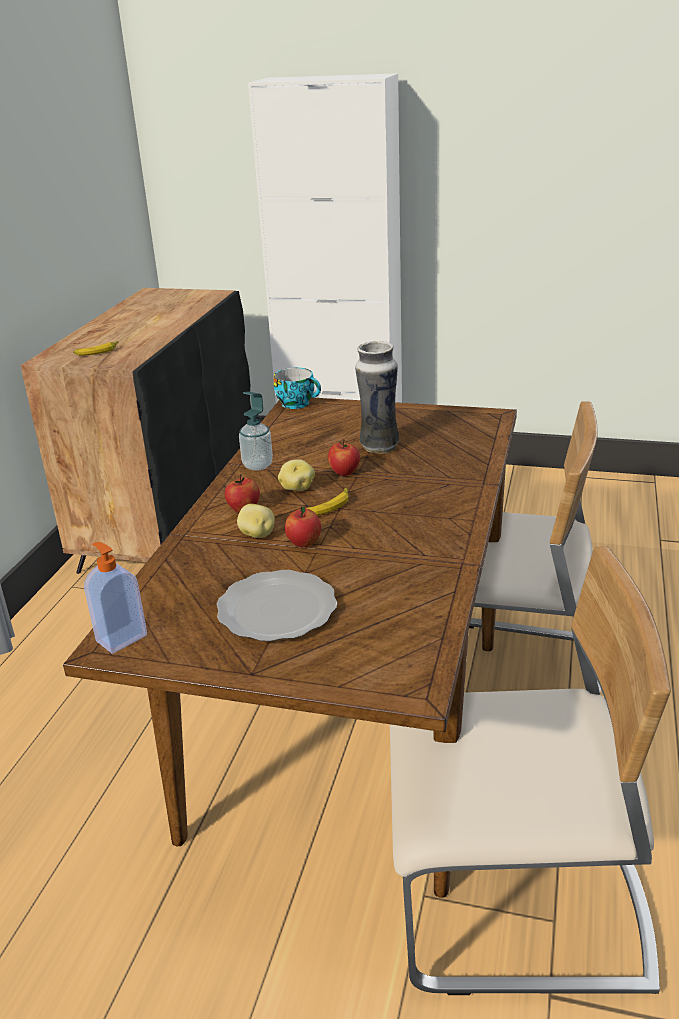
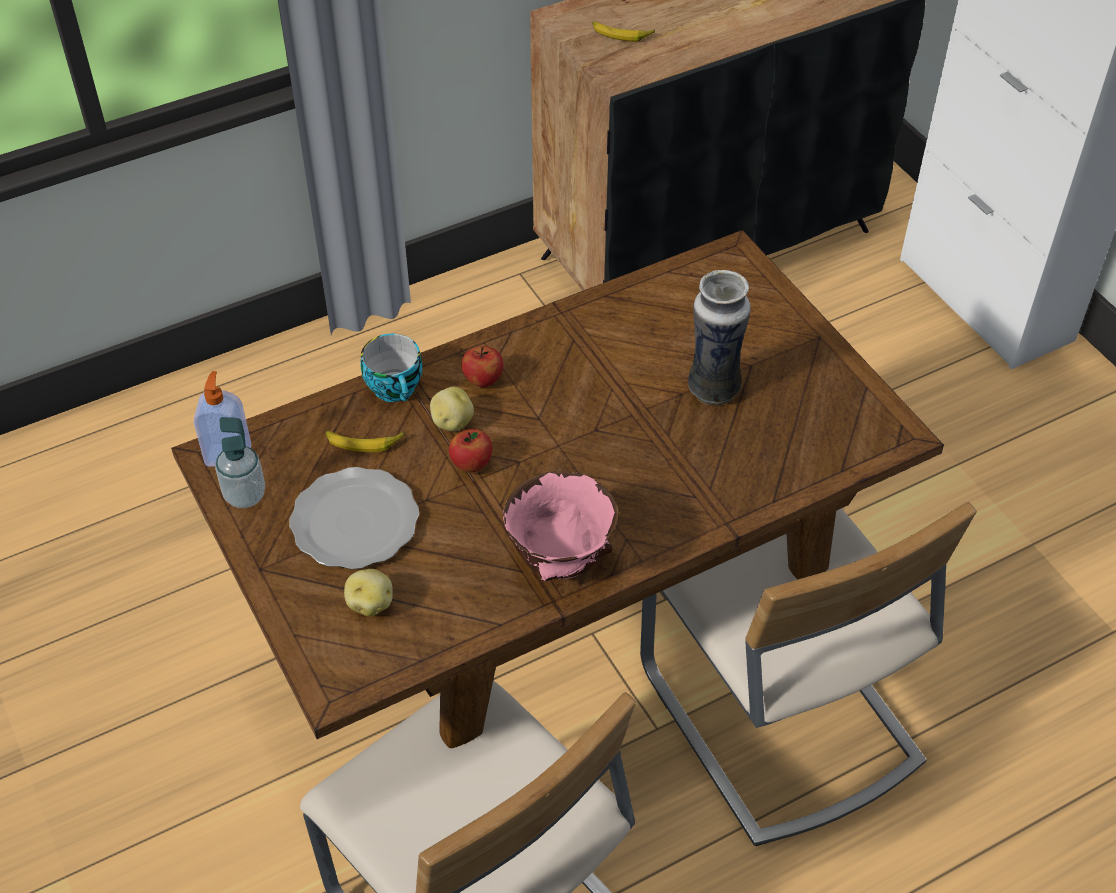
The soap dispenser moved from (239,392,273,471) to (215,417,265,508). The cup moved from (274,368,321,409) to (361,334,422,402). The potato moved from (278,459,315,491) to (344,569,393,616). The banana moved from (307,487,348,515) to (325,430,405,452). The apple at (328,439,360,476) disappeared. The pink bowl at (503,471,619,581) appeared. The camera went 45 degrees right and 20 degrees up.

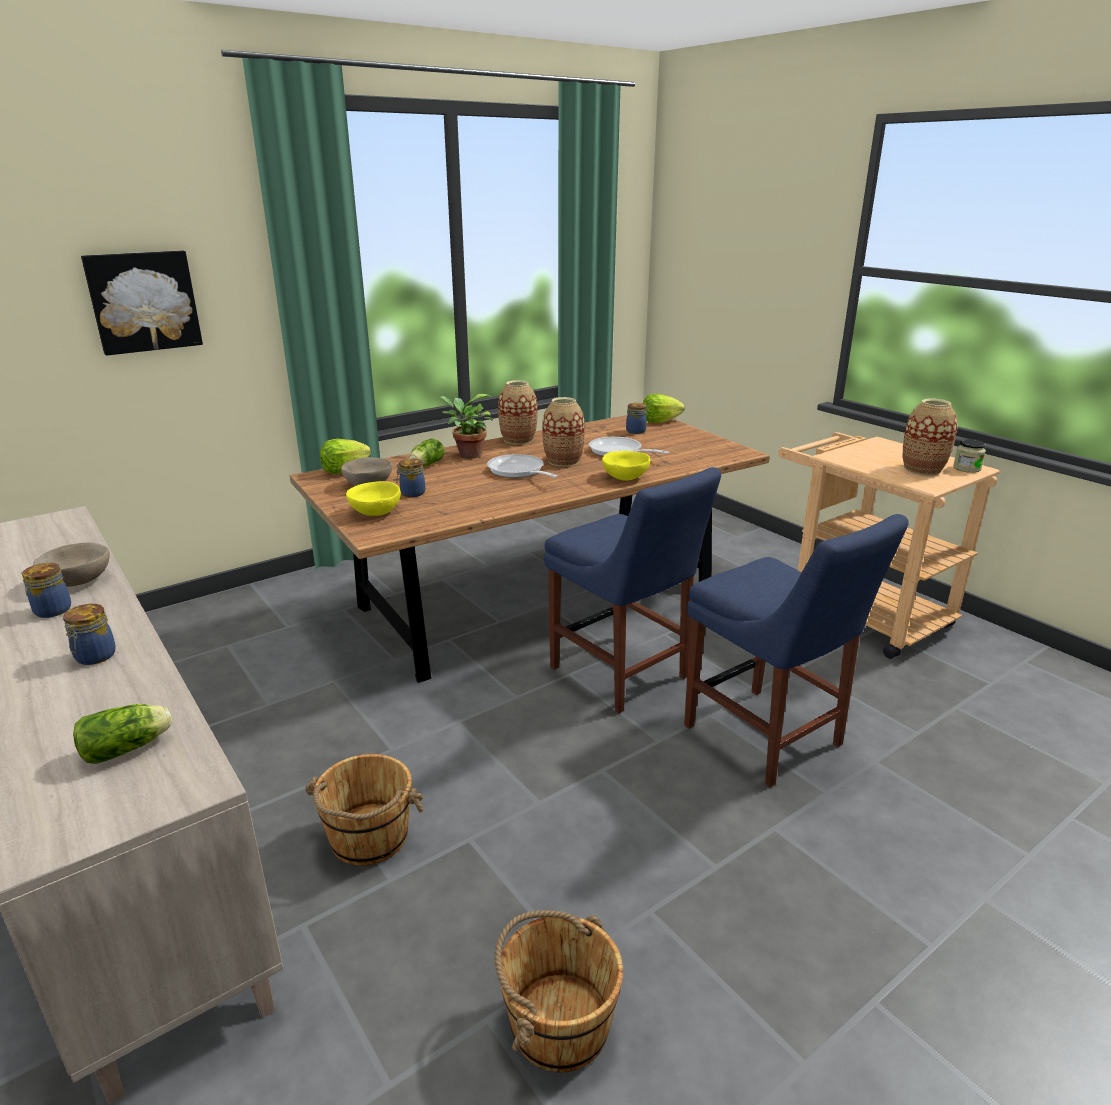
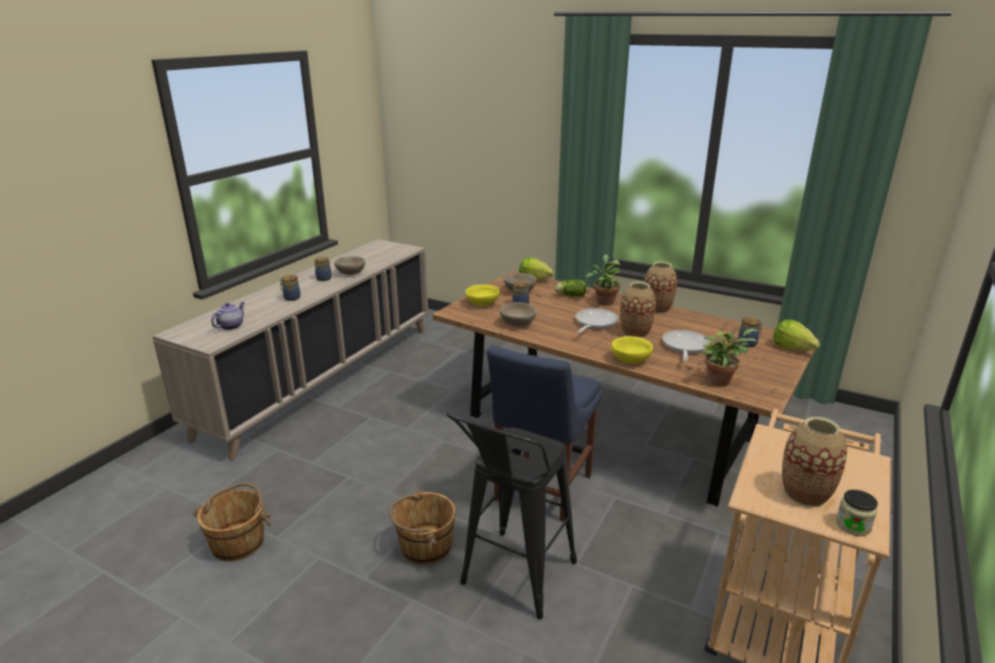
The lettuce at (73,704,172,764) was replaced by the teapot at (211,302,245,330). The picture at (81,251,203,356) disappeared. The brown bucket moved from (305,754,424,866) to (389,490,456,565). The blue chair at (684,514,909,788) was replaced by the black stool at (446,412,577,619). The beige bowl at (500,302,536,326) appeared. The potted plant at (702,329,757,386) appeared. The camera went 65 degrees right and 0 degrees up.

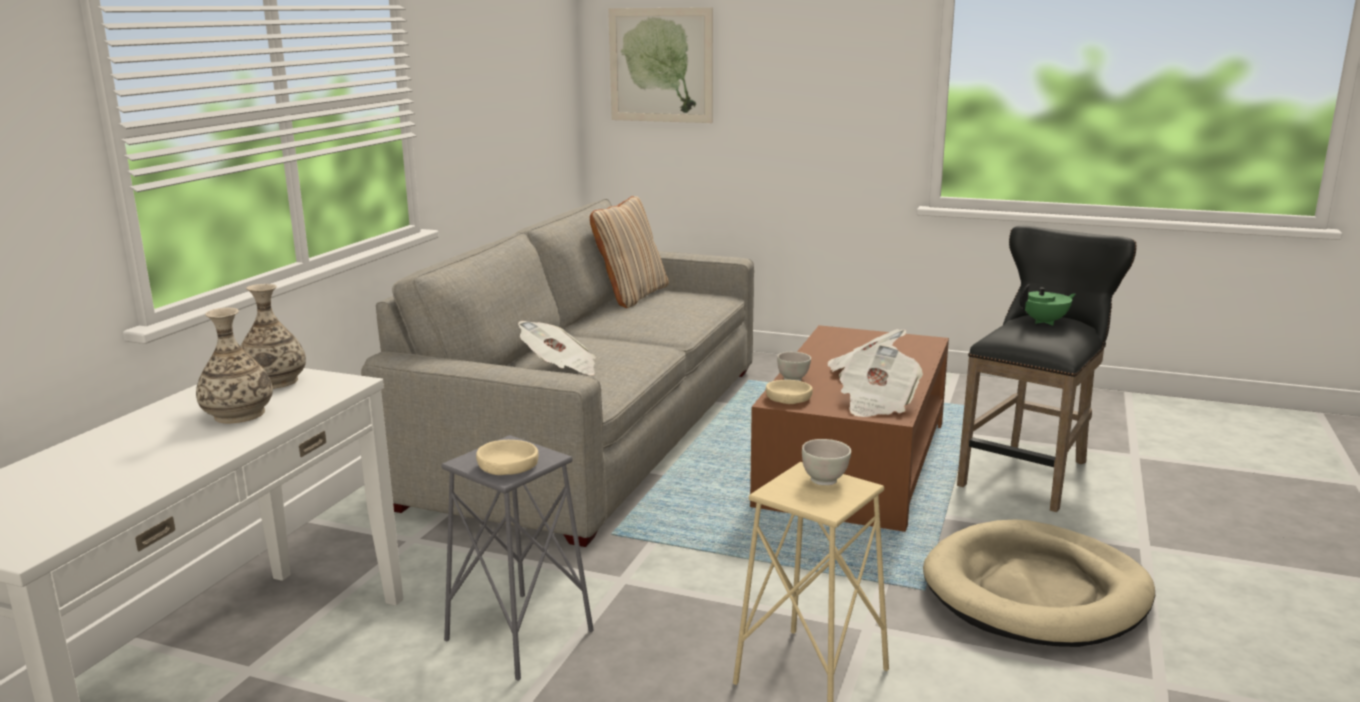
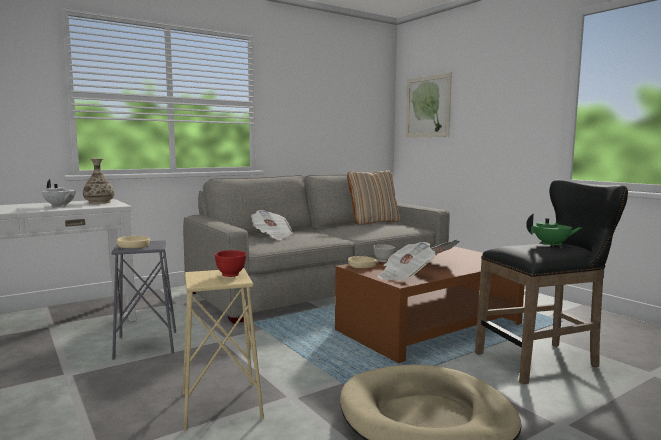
The vase at (196,308,273,423) was replaced by the white teapot at (42,180,76,207). The white bowl at (802,439,851,485) became the red bowl at (215,250,247,277). The camera went 35 degrees right and 10 degrees down.

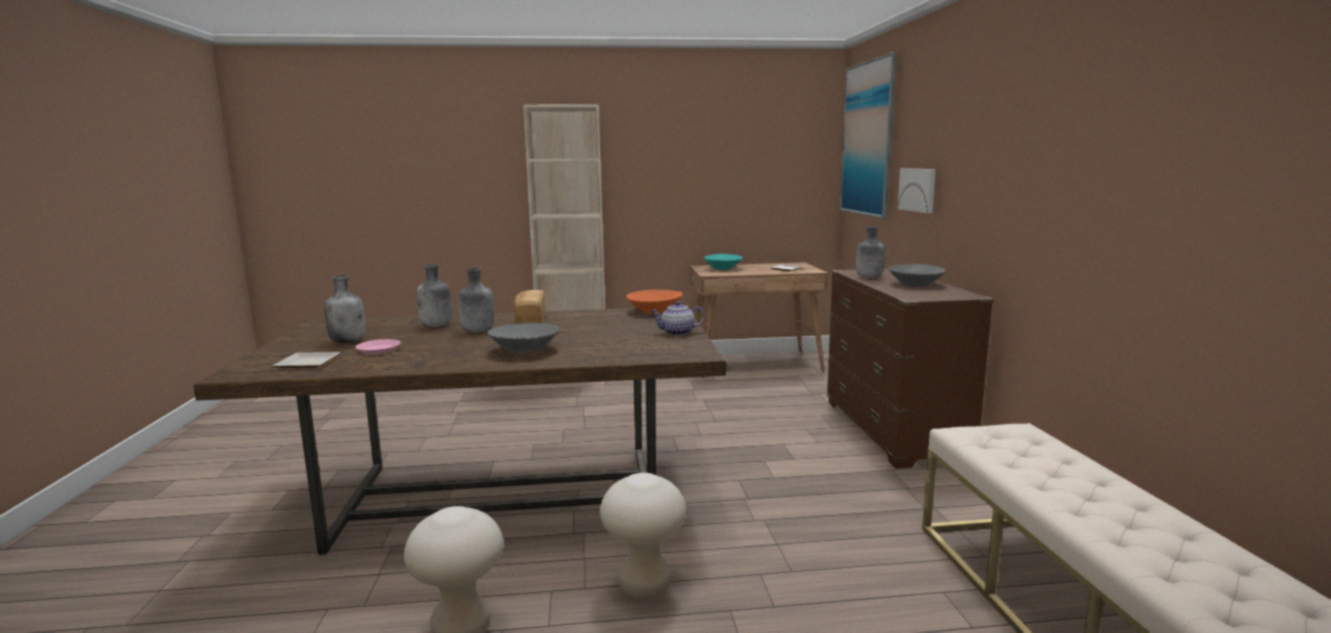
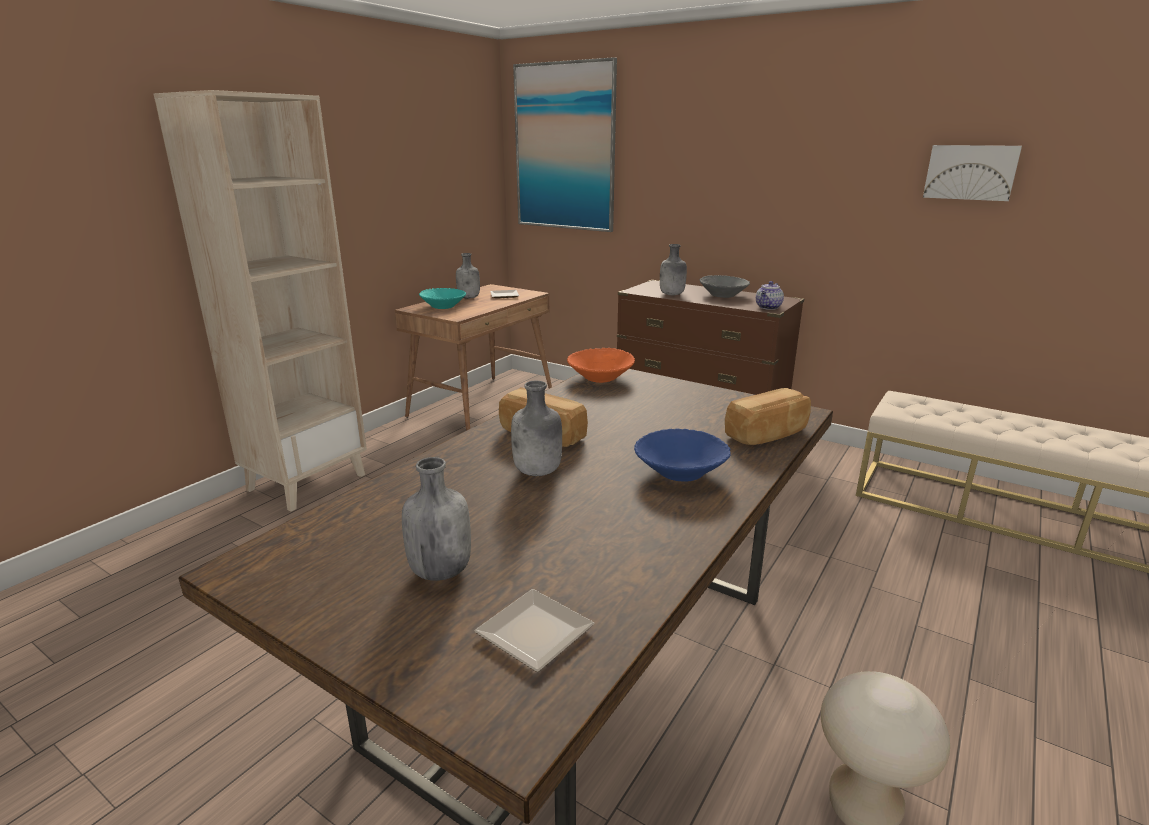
The pink plate at (355,339,401,354) disappeared. The grey bottle moved from (416,264,452,327) to (456,253,480,299). The grey bowl at (487,323,559,353) became the blue bowl at (634,428,731,481). The beige stool at (600,473,686,599) disappeared. The teapot moved from (651,301,705,335) to (756,281,784,310). The picture moved from (898,169,936,213) to (923,145,1022,201). The bread at (725,388,811,445) appeared. The camera went 50 degrees left and 10 degrees up.

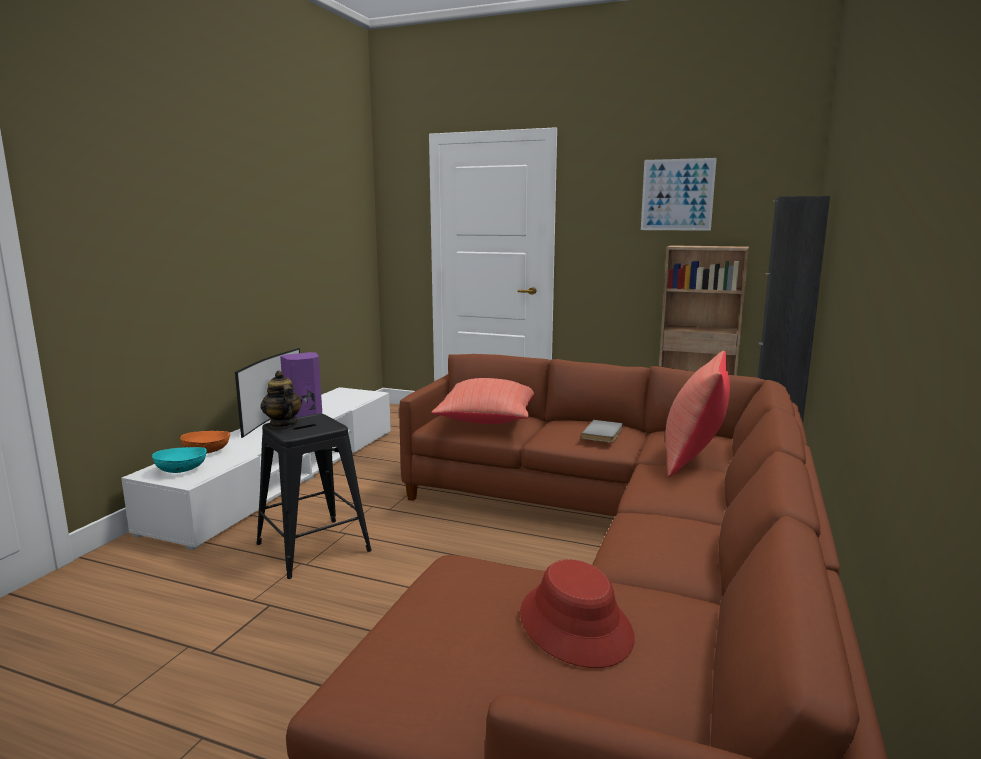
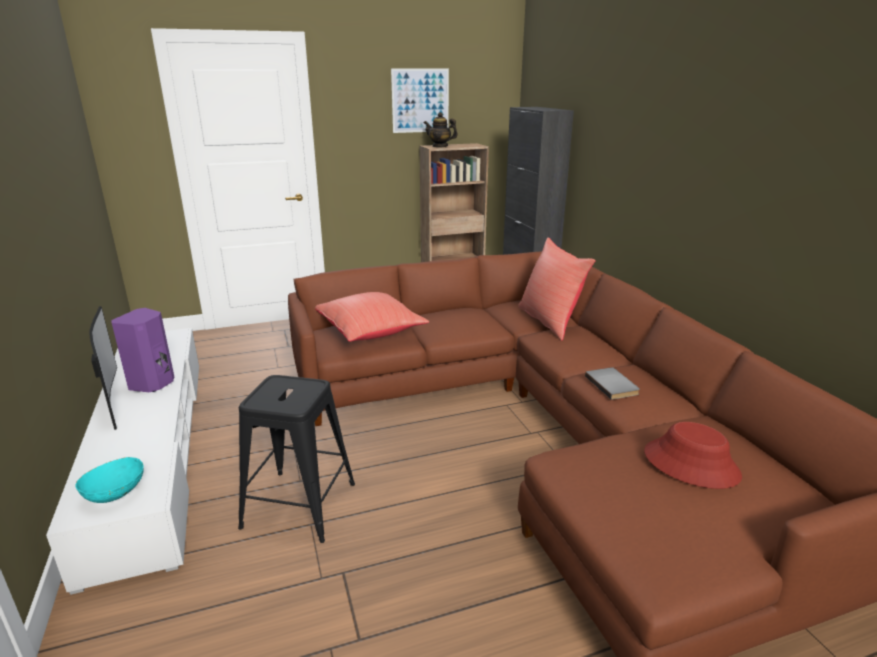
The orange bowl at (180,431,230,454) disappeared. The teapot moved from (261,371,302,428) to (424,112,458,147). The grey book moved from (581,420,623,443) to (585,367,640,400). The camera went 40 degrees left and 10 degrees up.

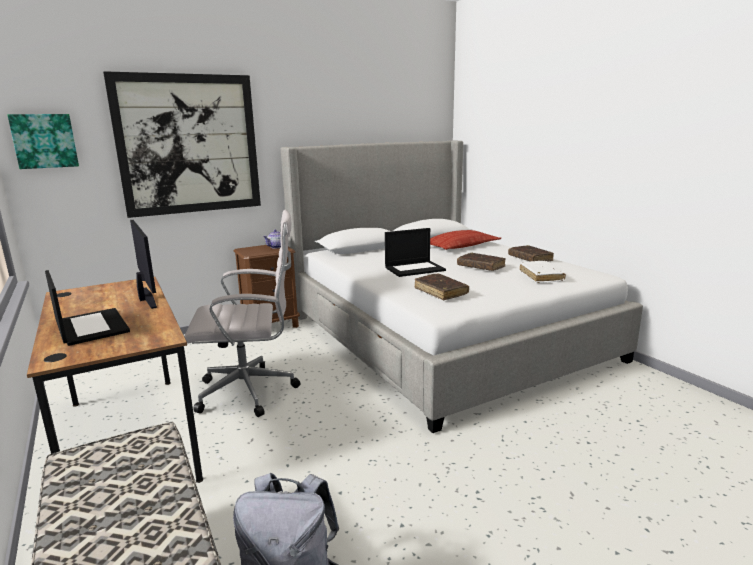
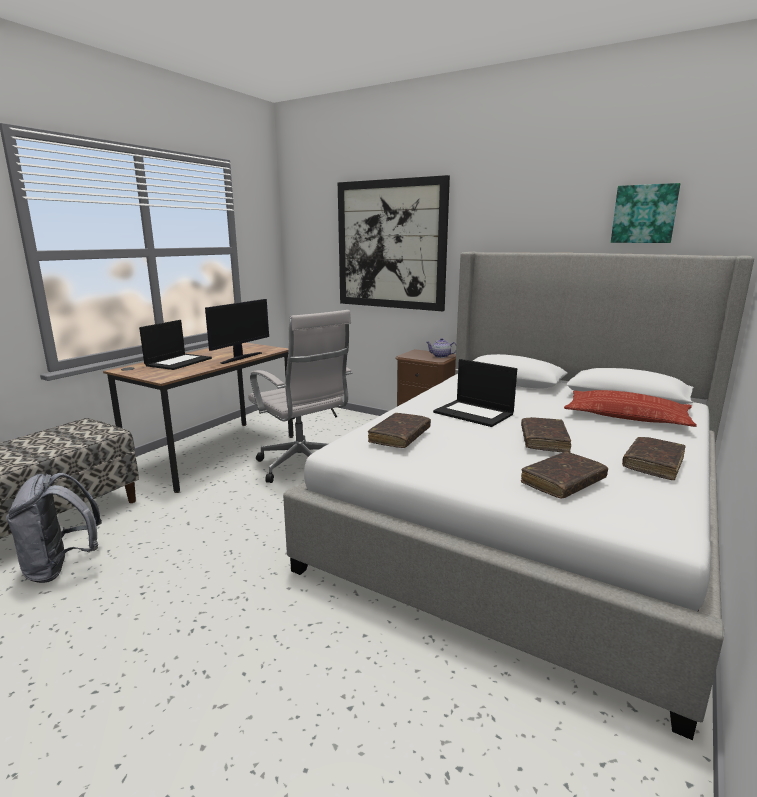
The picture moved from (7,114,79,169) to (611,183,680,243). The white book at (519,261,566,283) became the brown book at (521,452,608,499). The camera went 60 degrees right and 0 degrees up.

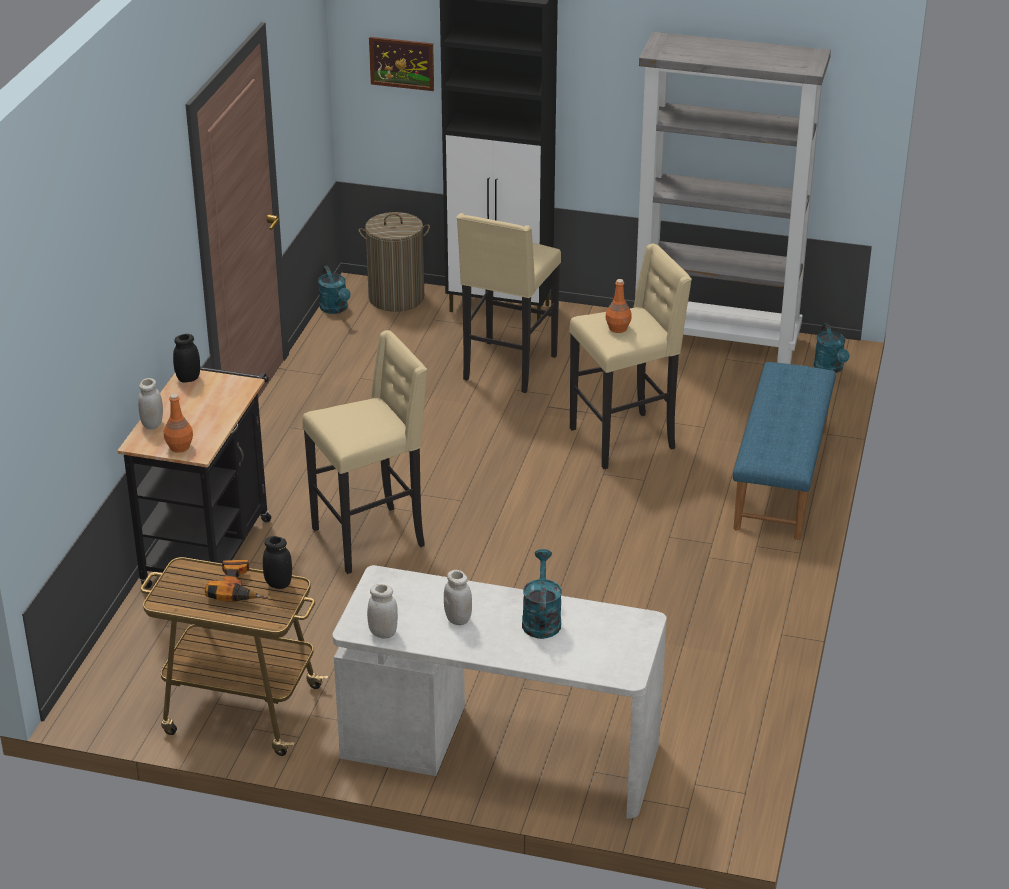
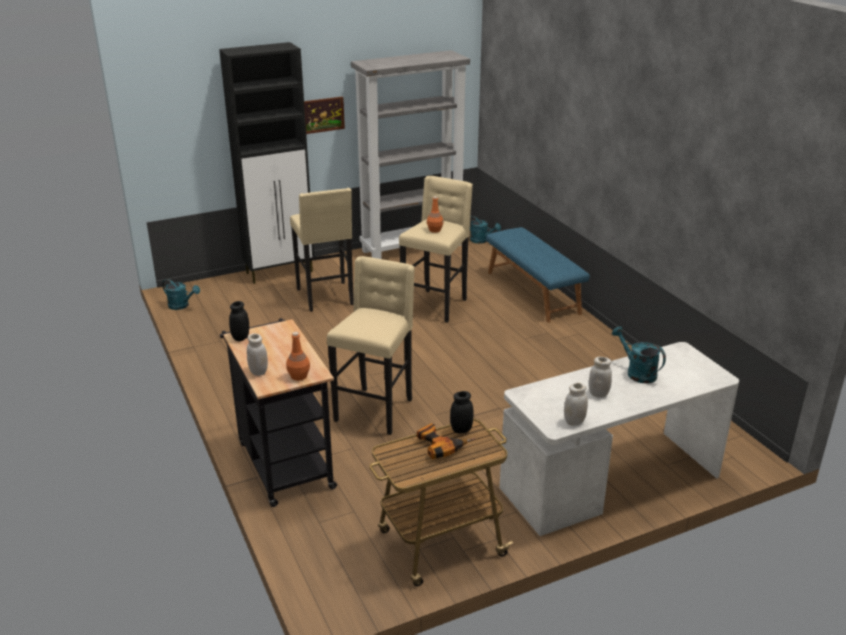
The laundry basket at (359,212,430,312) disappeared. The picture moved from (369,37,434,91) to (304,96,345,134). The camera went 40 degrees left and 5 degrees down.

